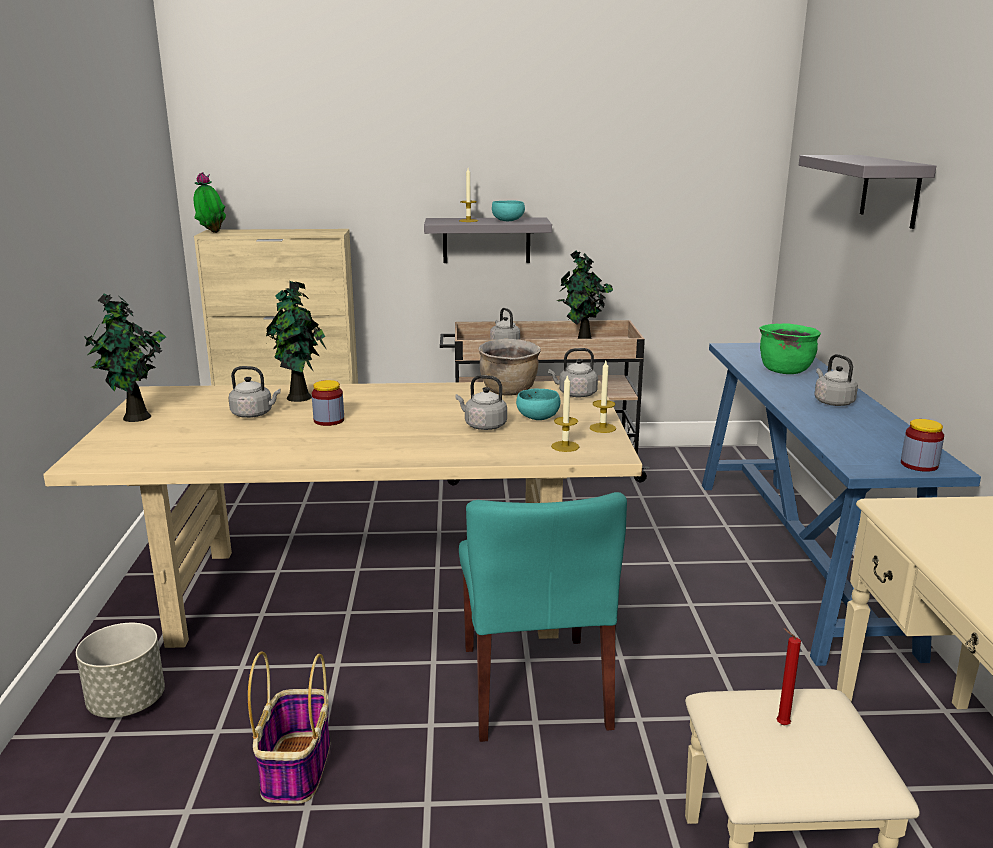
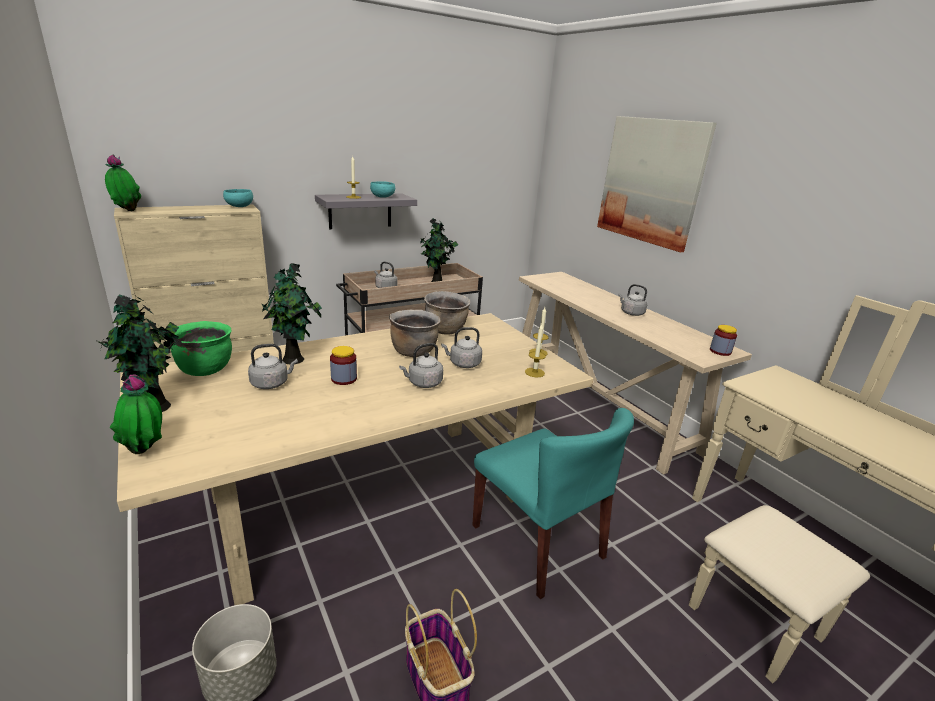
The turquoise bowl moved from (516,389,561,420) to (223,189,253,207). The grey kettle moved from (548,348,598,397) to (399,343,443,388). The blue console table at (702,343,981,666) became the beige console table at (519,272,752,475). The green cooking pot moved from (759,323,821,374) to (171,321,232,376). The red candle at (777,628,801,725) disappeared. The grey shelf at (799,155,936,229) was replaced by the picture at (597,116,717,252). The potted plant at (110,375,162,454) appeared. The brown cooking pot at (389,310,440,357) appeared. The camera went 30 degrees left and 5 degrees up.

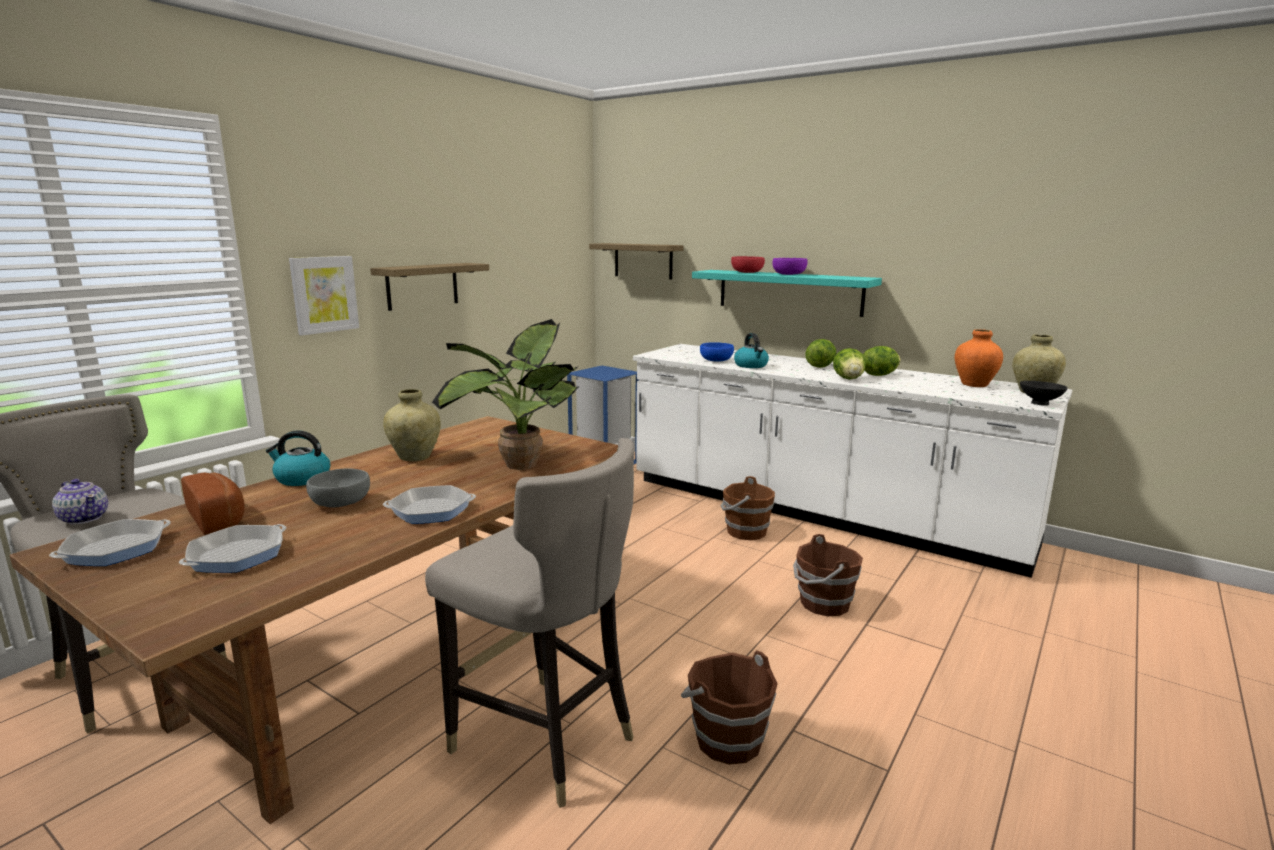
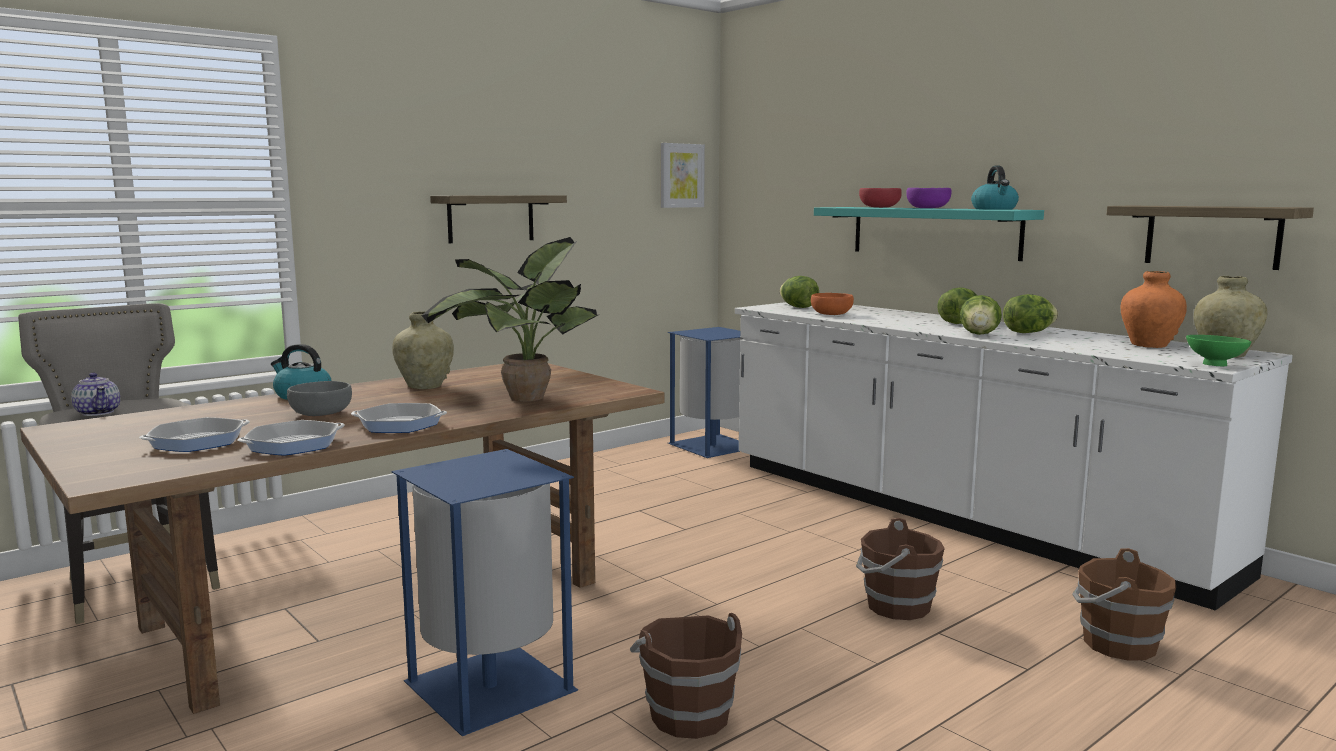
The frying pan moved from (49,519,171,566) to (237,420,345,456). The bread at (181,472,245,535) disappeared. The picture moved from (289,256,359,336) to (661,143,705,208). The grey stool at (425,438,635,808) was replaced by the blue trash can at (391,449,578,736). The shelf moved from (589,243,684,279) to (1107,206,1314,270). The blue bowl at (700,342,734,362) became the orange bowl at (811,293,854,315). The brown bucket moved from (720,476,775,540) to (1072,548,1176,661). The kettle moved from (734,333,769,368) to (971,166,1019,210). The black bowl at (1020,381,1068,406) became the green bowl at (1186,335,1252,366). The lettuce at (780,276,819,308) appeared. The camera went 15 degrees right and 5 degrees down.

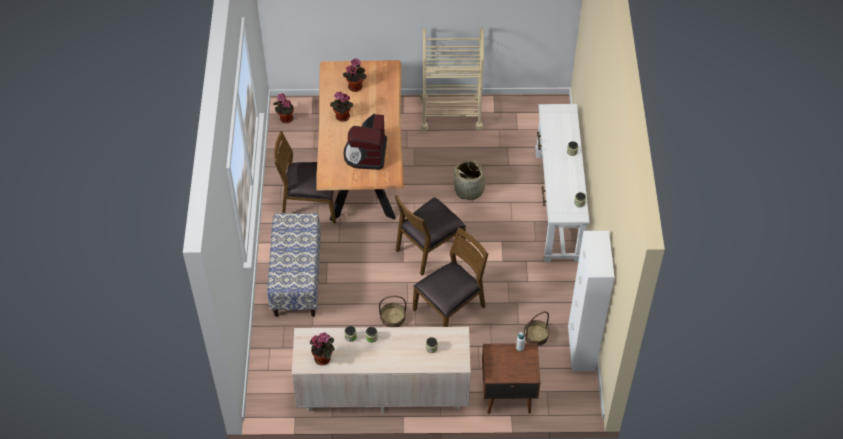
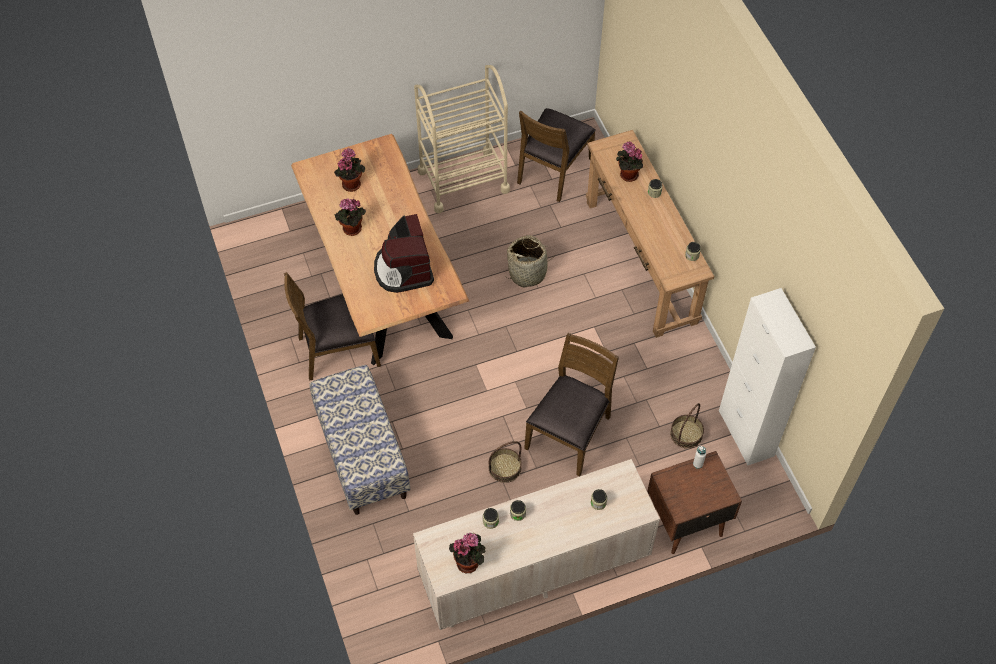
The potted plant moved from (273,93,294,123) to (616,142,643,182). The brown chair moved from (395,194,466,276) to (517,108,596,202). The white console table at (535,104,590,262) became the brown console table at (586,130,714,338). The camera went 20 degrees left and 5 degrees up.

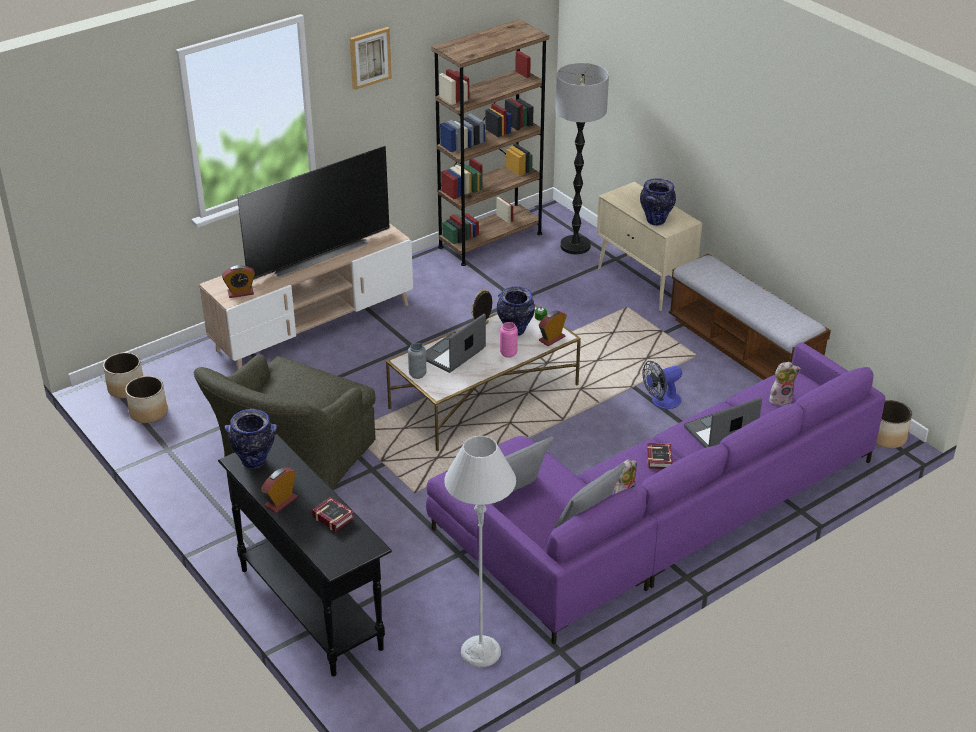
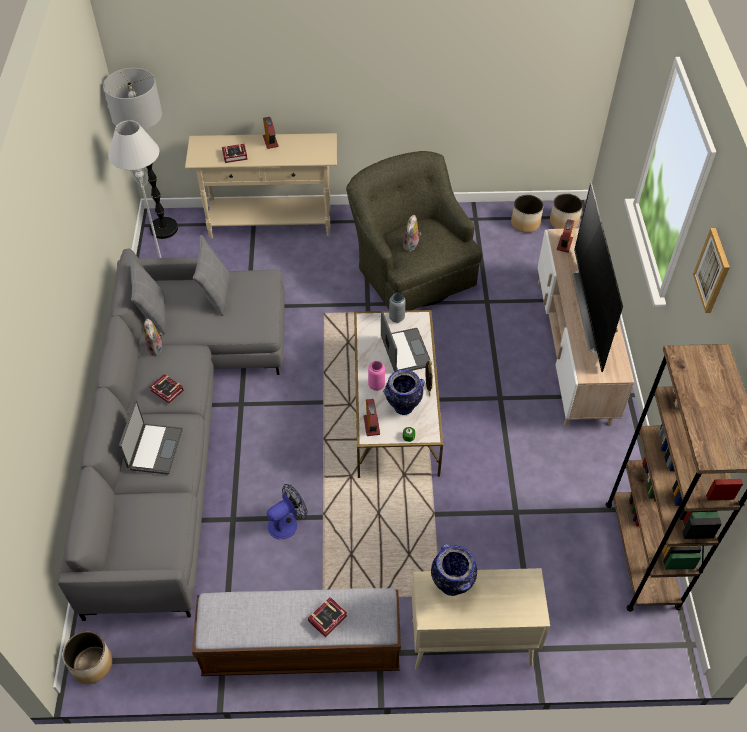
The black console table at (218,434,392,676) became the beige console table at (185,133,337,239). The vase at (225,409,277,469) disappeared. The purple sofa at (426,343,885,645) became the grey sofa at (58,248,285,621). The floor lamp moved from (556,63,609,254) to (103,68,178,239). The fan at (642,361,682,409) turned 45 degrees clockwise. The plush toy moved from (770,362,801,406) to (403,215,421,252). The book at (308,597,347,638) appeared. The camera went 125 degrees right and 15 degrees up.

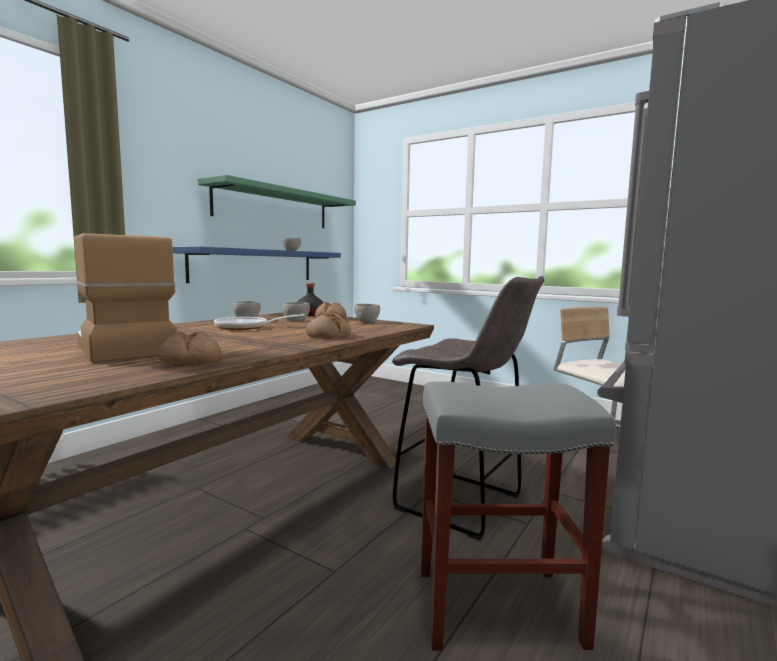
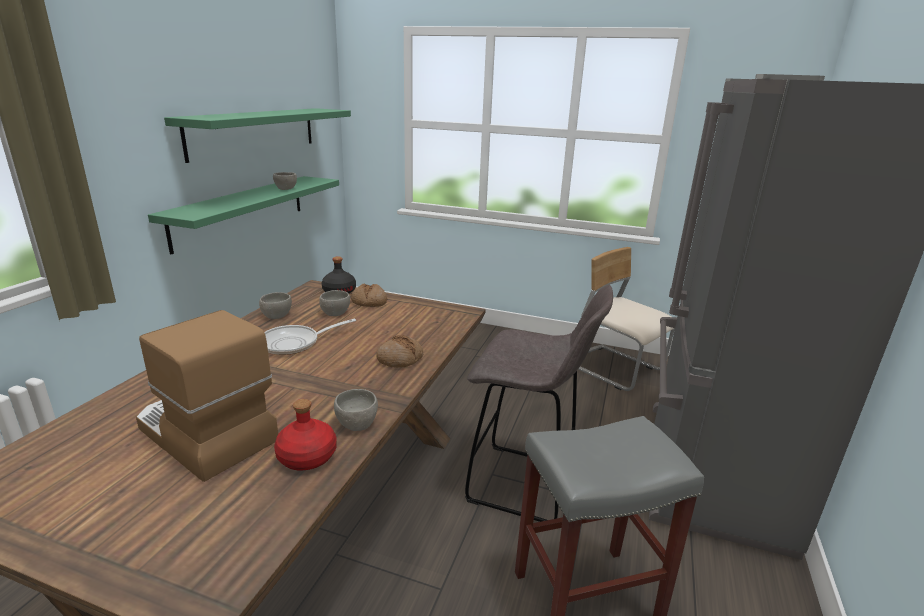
The bread at (158,331,222,364) was replaced by the red bottle at (274,399,337,470). The blue shelf at (172,247,341,283) became the green shelf at (148,176,339,255). The grey bowl moved from (354,304,380,323) to (334,389,378,431). The camera went 15 degrees left and 15 degrees up.

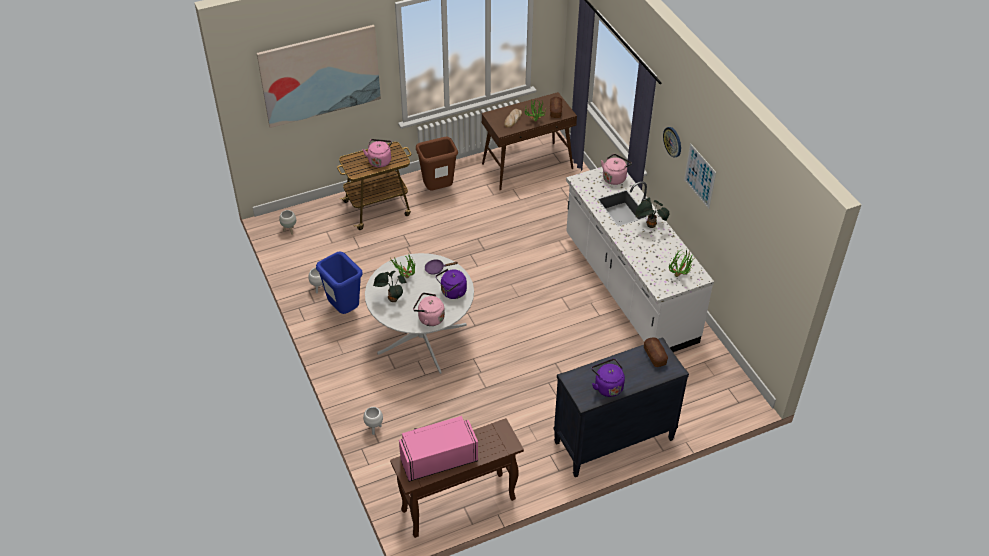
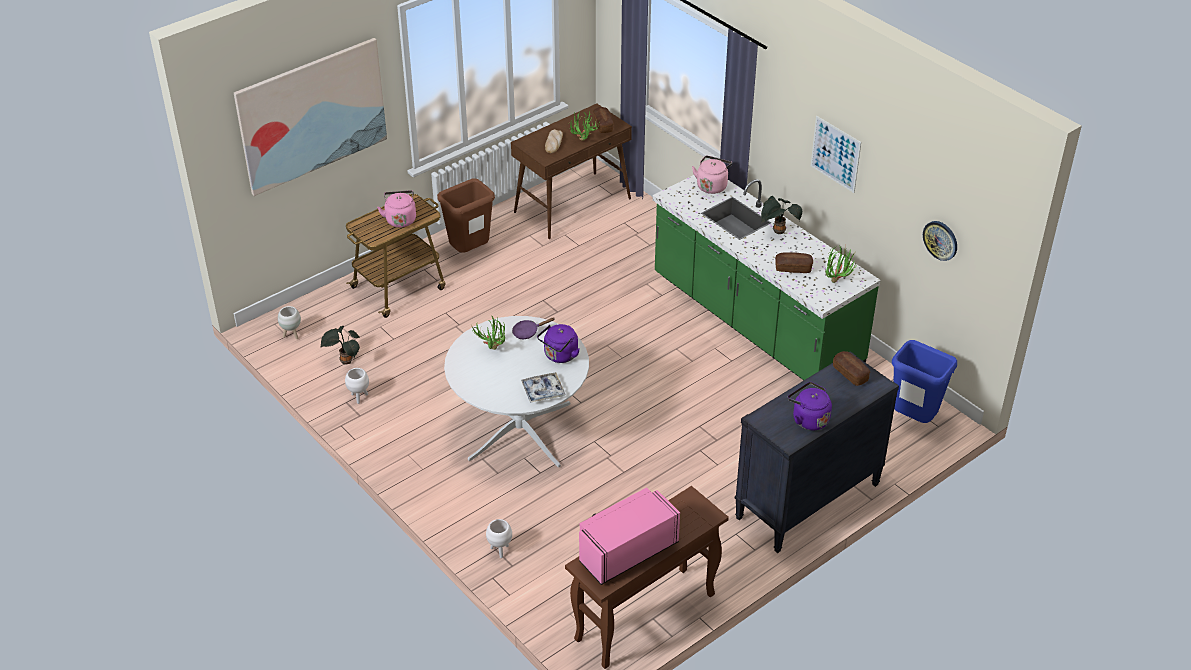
The blue trash can moved from (316,252,363,314) to (892,340,957,423). The potted plant moved from (373,271,407,302) to (321,326,360,364). The pink kettle at (413,293,445,326) was replaced by the tray at (521,372,566,403). The white counter at (566,167,714,352) became the green counter at (652,175,881,380). The wall clock moved from (663,127,681,158) to (923,221,957,261). The bread at (775,252,813,273) appeared. The camera went 15 degrees left and 5 degrees down.

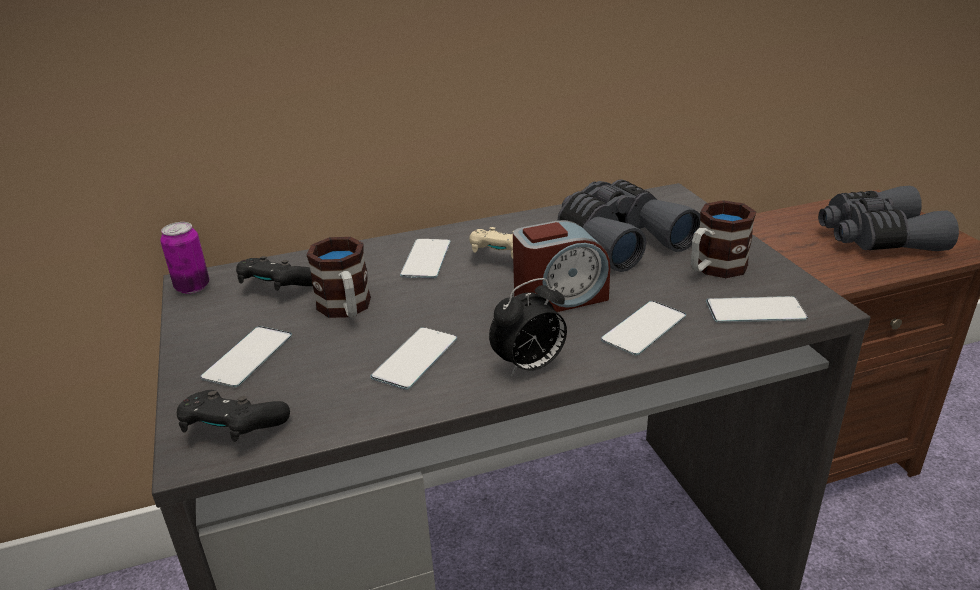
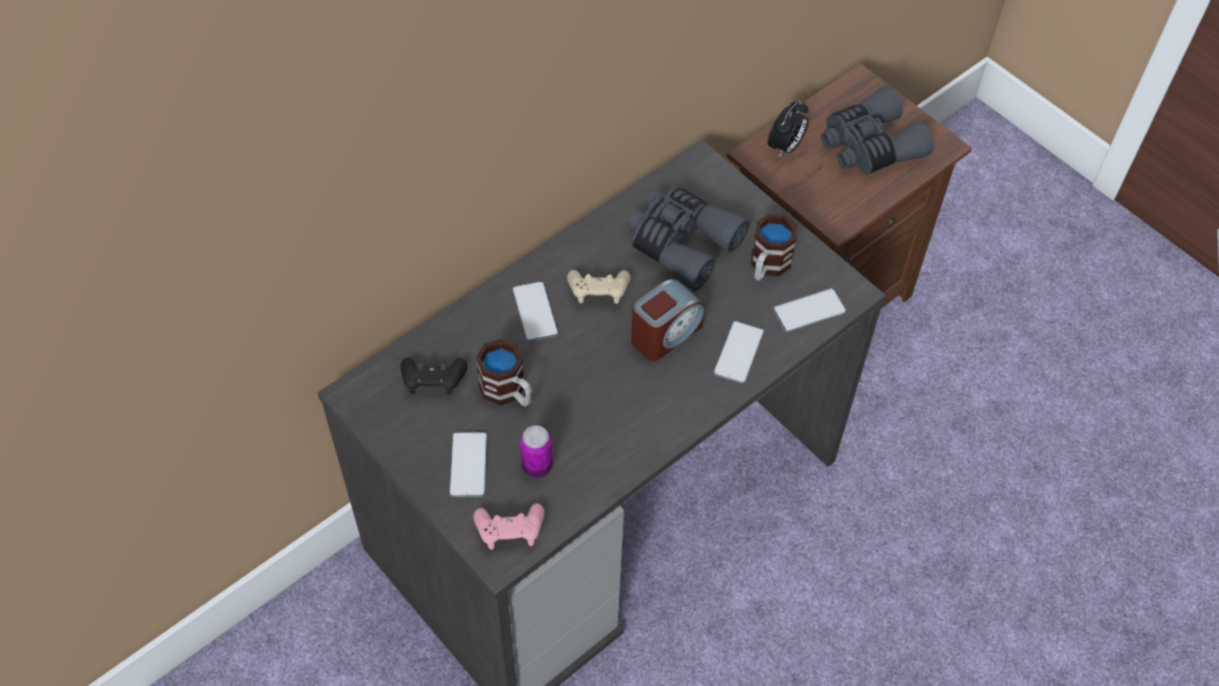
The can moved from (160,222,209,294) to (520,426,553,478). The black game controller at (177,390,290,442) became the pink game controller at (473,503,545,550). The phone at (370,327,457,390) disappeared. The alarm clock moved from (489,278,567,377) to (768,101,808,158). The camera went 25 degrees left and 25 degrees up.

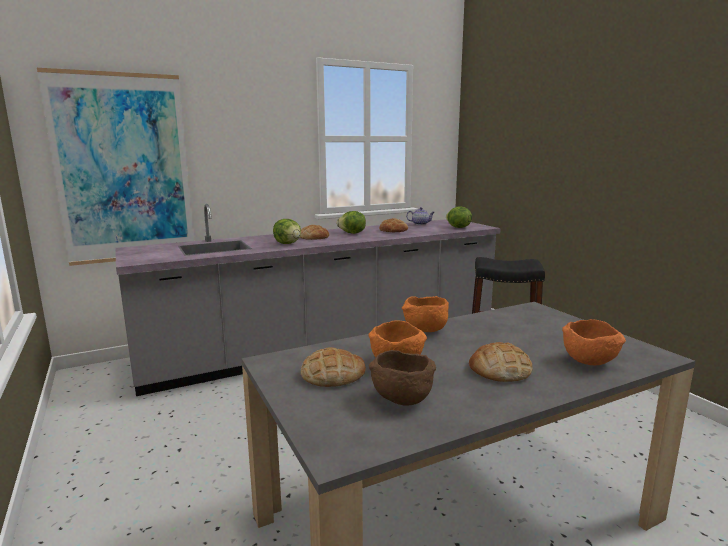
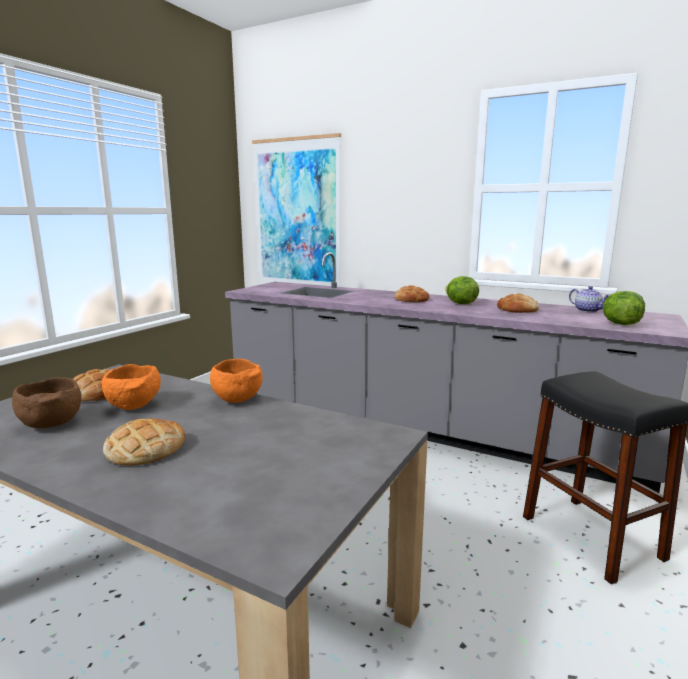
The lettuce at (273,219,301,244) disappeared. The orange bowl at (562,319,626,365) disappeared. The camera went 55 degrees right and 0 degrees up.

